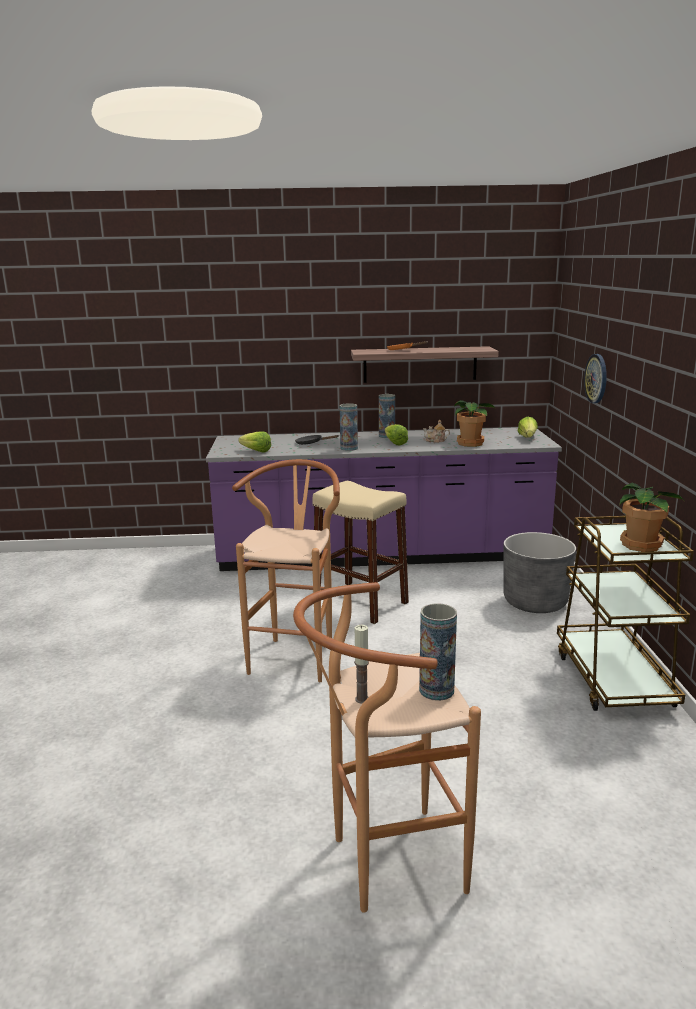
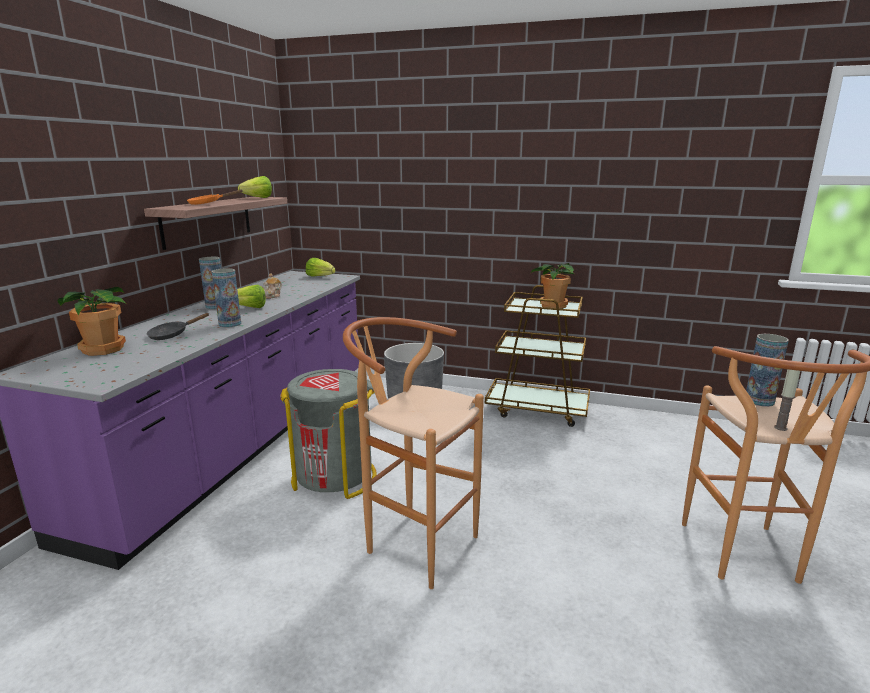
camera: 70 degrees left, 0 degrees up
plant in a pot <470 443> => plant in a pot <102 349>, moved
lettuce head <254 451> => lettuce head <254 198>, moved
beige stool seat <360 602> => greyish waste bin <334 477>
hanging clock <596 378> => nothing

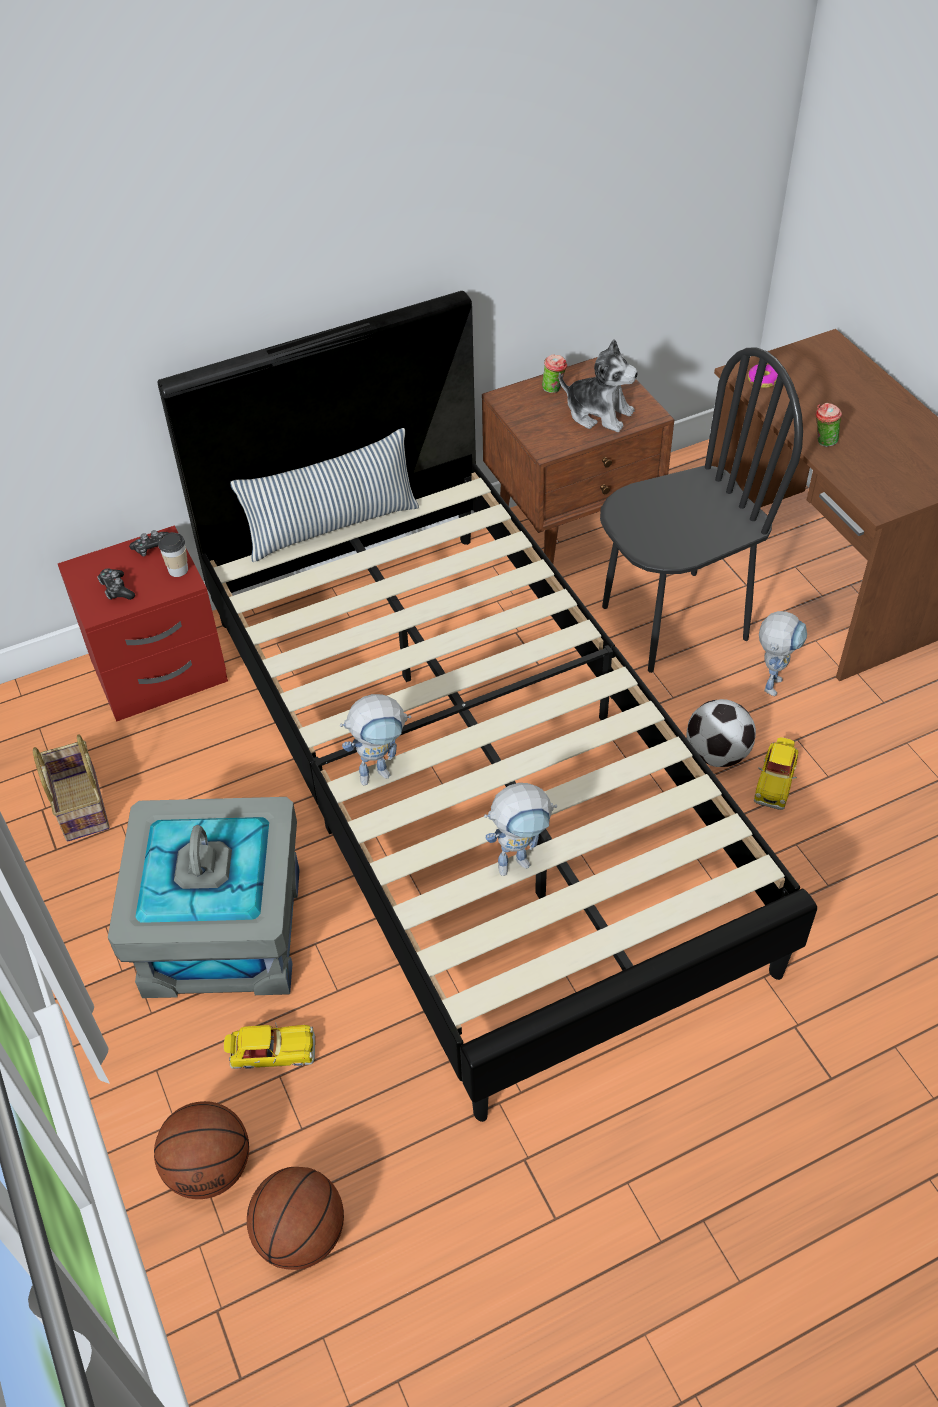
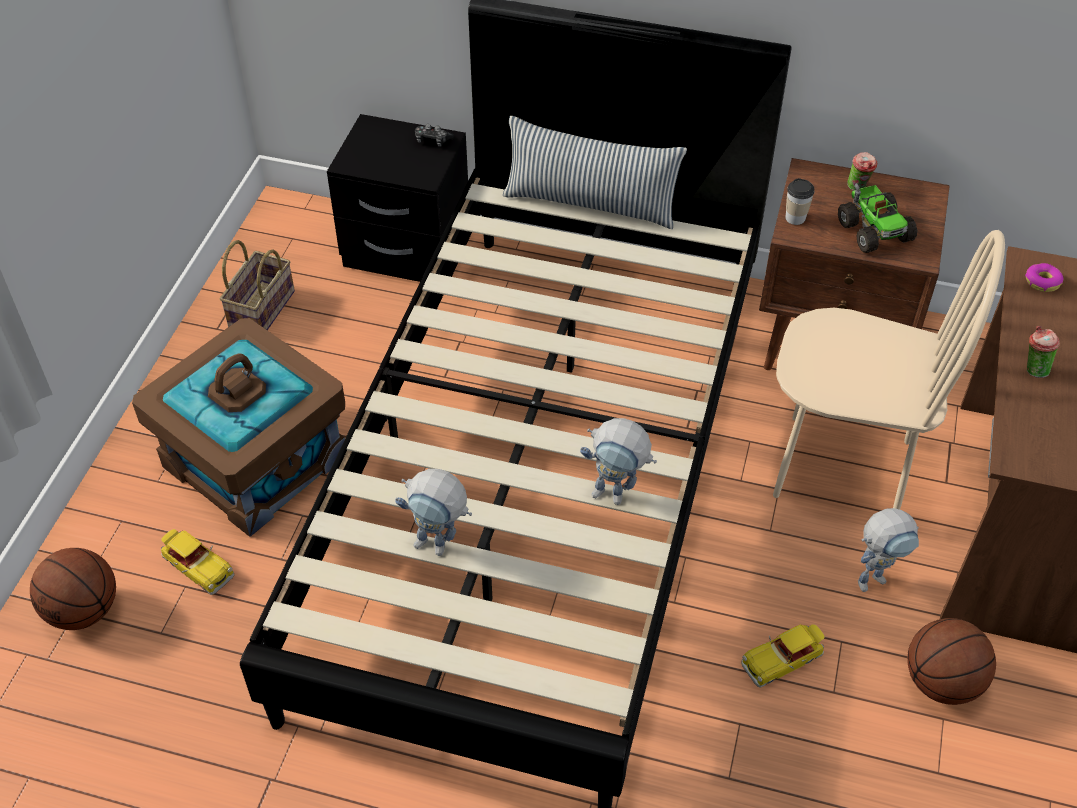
camera: 40 degrees right, 0 degrees up
greyish storage bin <222 931> => brownish storage bin <254 460>
reddish nightstand <160 673> => black nightstand <406 251>
model robot <381 771> => model robot <617 495>, moved
black chair <673 621> => beige chair <842 469>
cup <178 570> => cup <795 218>, moved
cuddly toy <599 413> => toy lorry <874 230>
ball for basketball <300 1235> => ball for basketball <941 682>, moved
gamepad <117 589> => nothing
football ball <717 754> => nothing

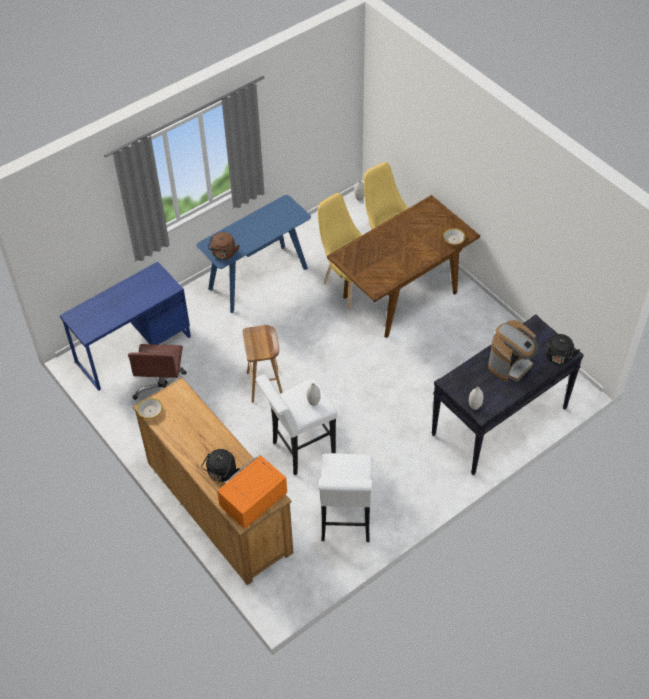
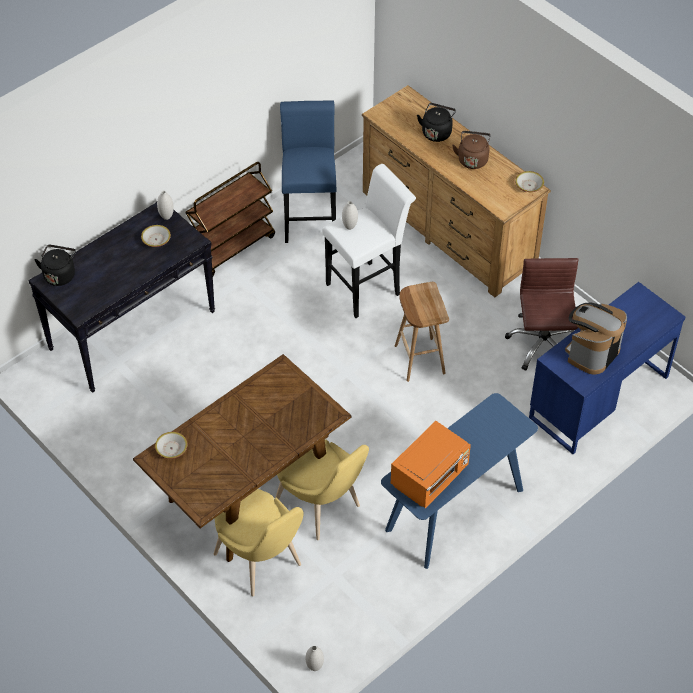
camera: 175 degrees right, 0 degrees up
nothing => deep dish <156 239>
nothing => brownish trolley <232 246>
whitish stool seat <345 524> => bluish stool seat <310 219>
orange-coloured kitchen microwave <252 502> => orange-coloured kitchen microwave <430 477>, moved
brownish kettle <223 254> => brownish kettle <472 159>, moved
coffee maker <511 364> => coffee maker <591 352>, moved

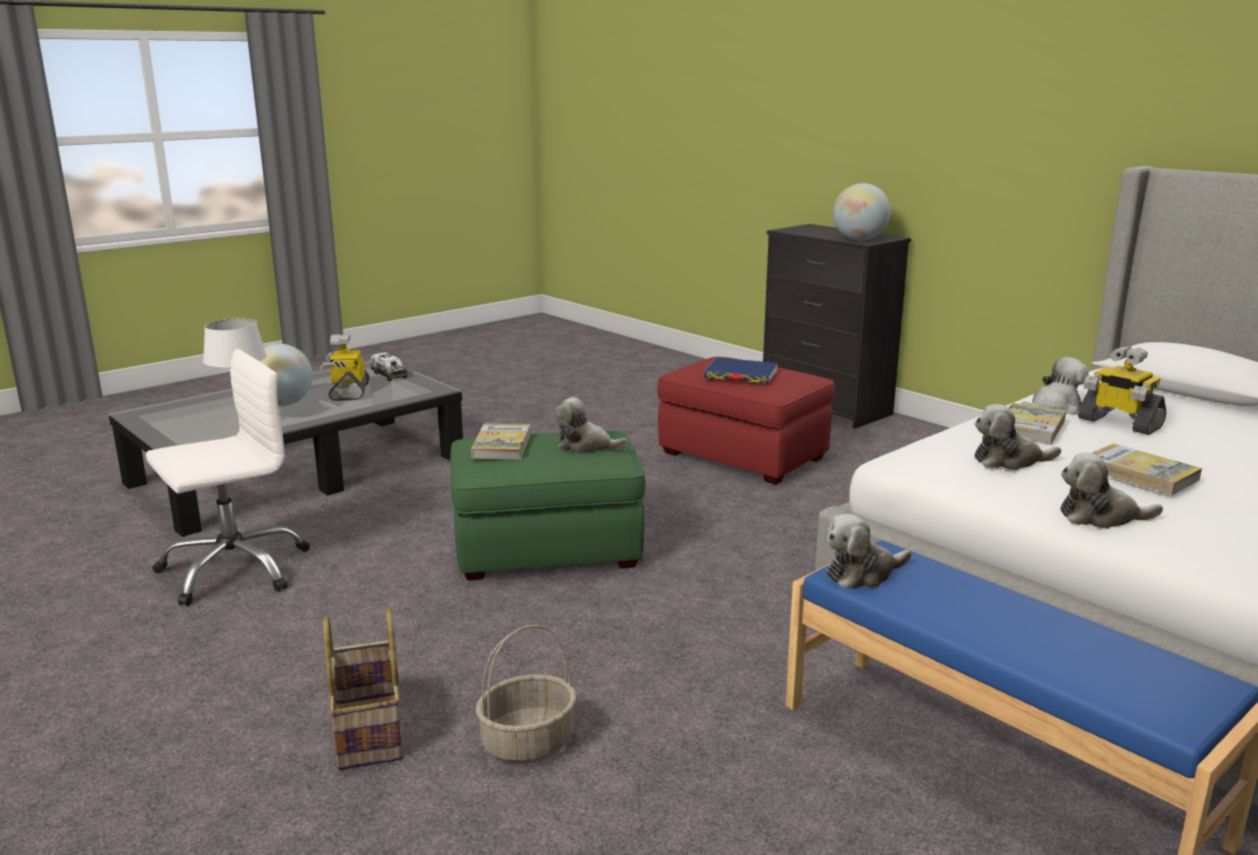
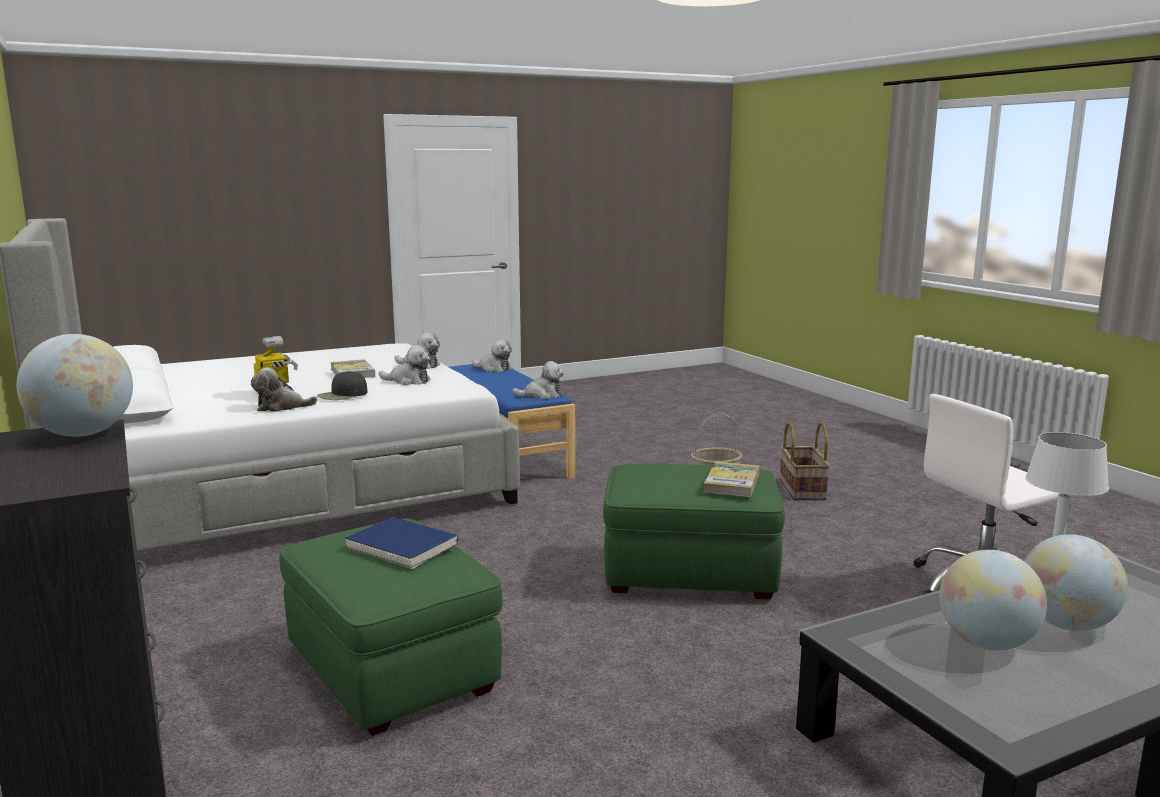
camera: 165 degrees left, 5 degrees down
reddish ottoman <743 456> => greenish ottoman <391 669>
bound book <1030 427> => black baseball cap <342 395>
cuddly toy <586 446> => cuddly toy <494 368>, moved
model robot <348 392> => desk globe <986 643>
toy lorry <389 375> => nothing

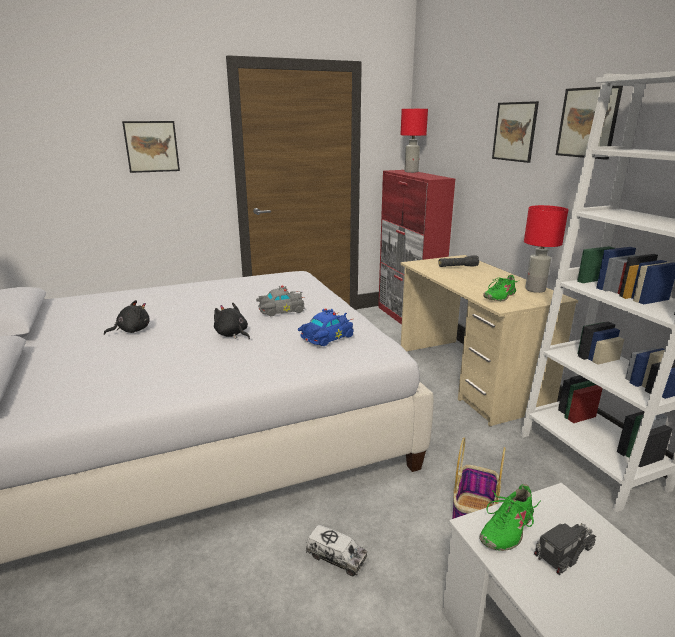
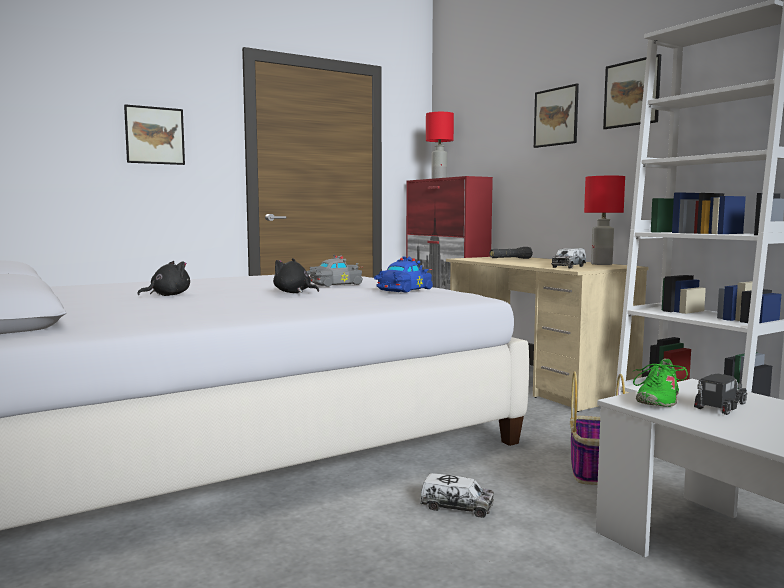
camera: 10 degrees left, 15 degrees down
greenish low shoe <499 296> => toy lorry <568 266>

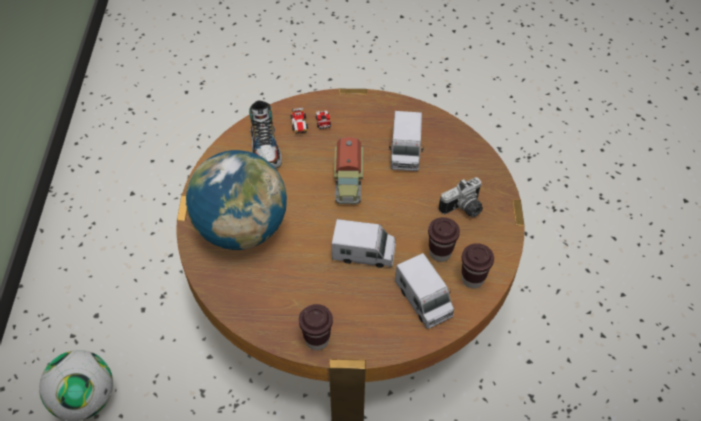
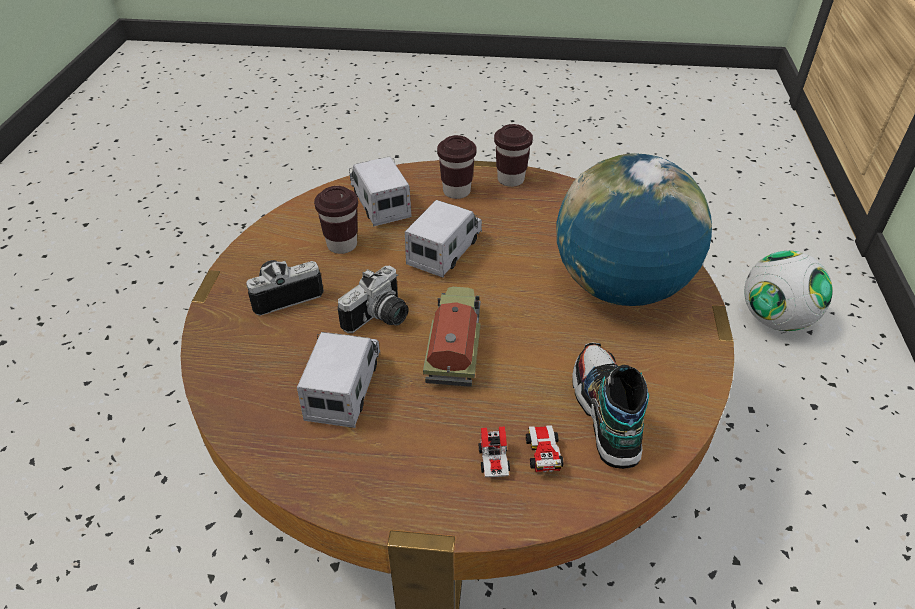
camera: 175 degrees left, 10 degrees down
nothing => photo camera <380 319>
toy lorry <363 253> => toy lorry <445 250>, 105 degrees clockwise
brownish cup <472 279> => brownish cup <456 191>, moved

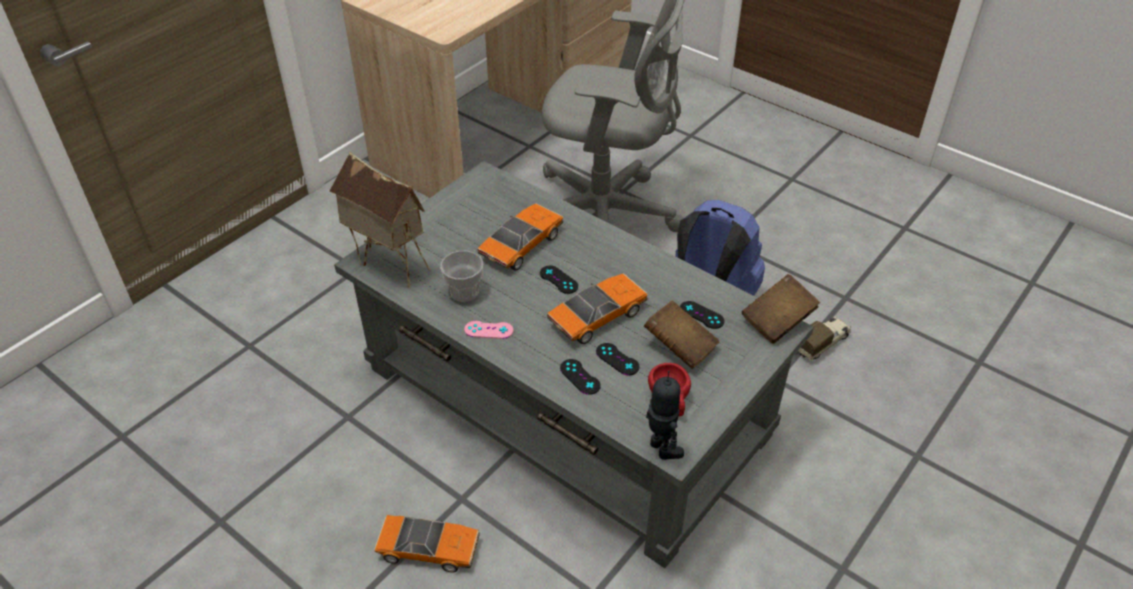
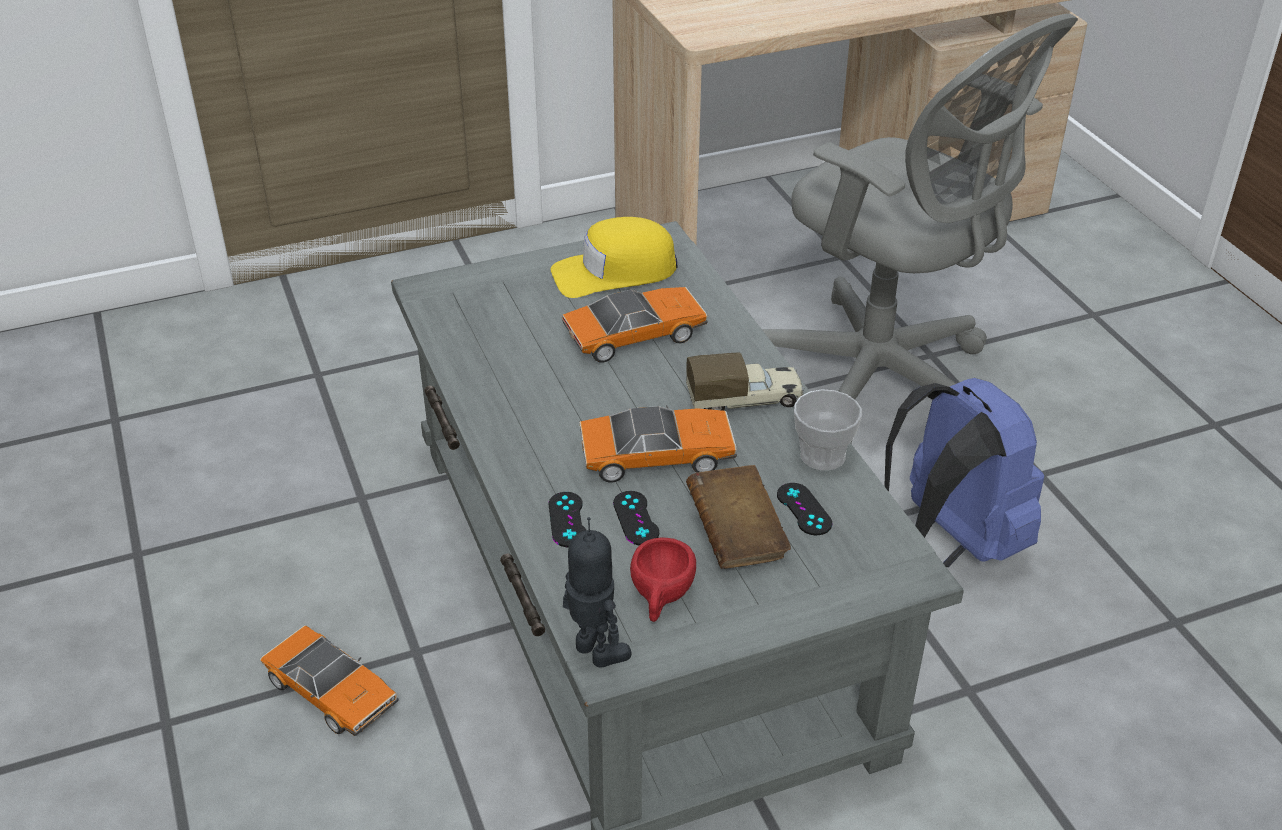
camera: 30 degrees right, 5 degrees down
nothing => yellow-coloured baseball cap <614 272>
model robot <661 448> => model robot <595 652>, 45 degrees counterclockwise
toy lorry <821 343> => toy lorry <745 400>, moved
cup <464 292> => cup <823 456>, moved
model house <388 266> => nothing
pink-coloured gamepad <488 330> => nothing
black gamepad <558 280> => nothing
brownish bound book <778 321> => nothing

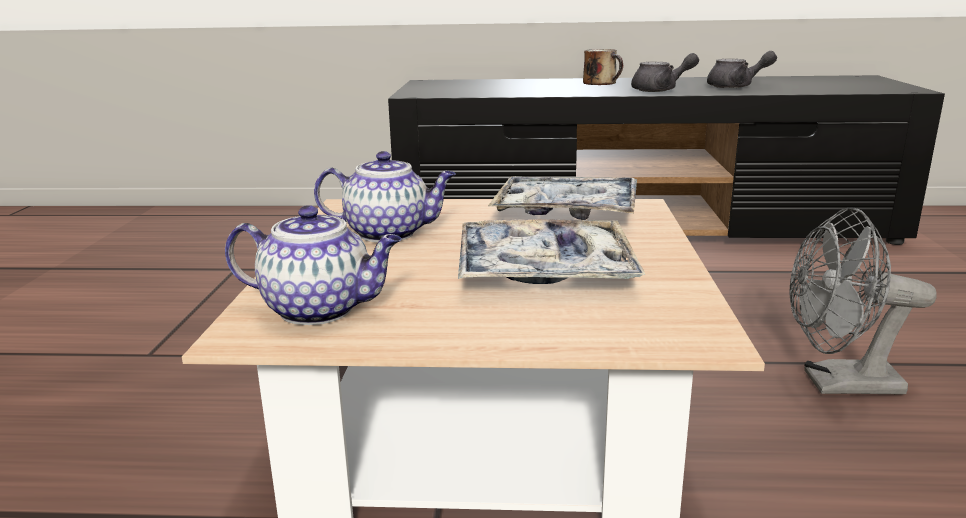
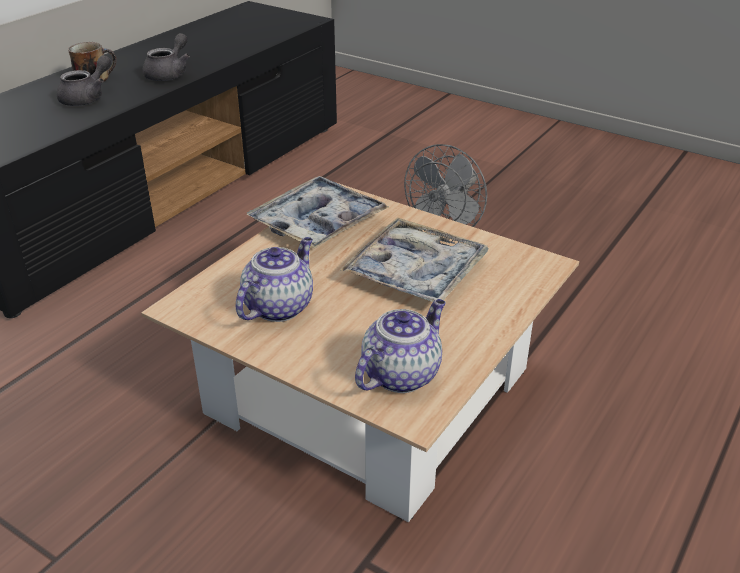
camera: 60 degrees left, 15 degrees up
greyish teapot <736 86> => greyish teapot <87 98>, moved

